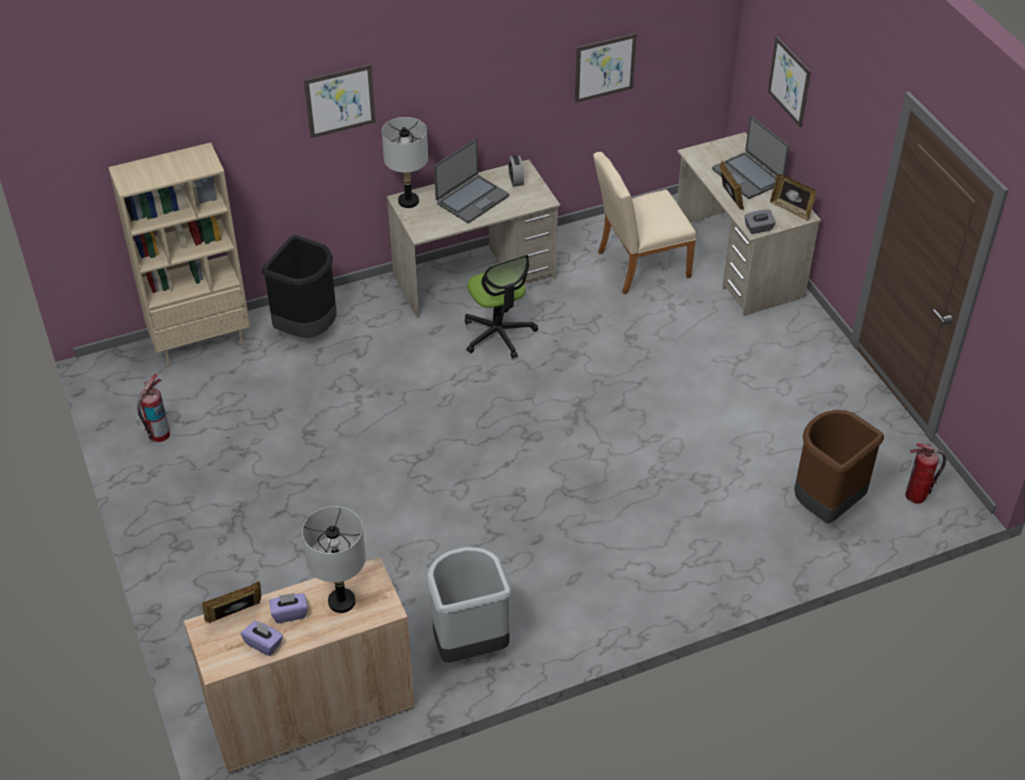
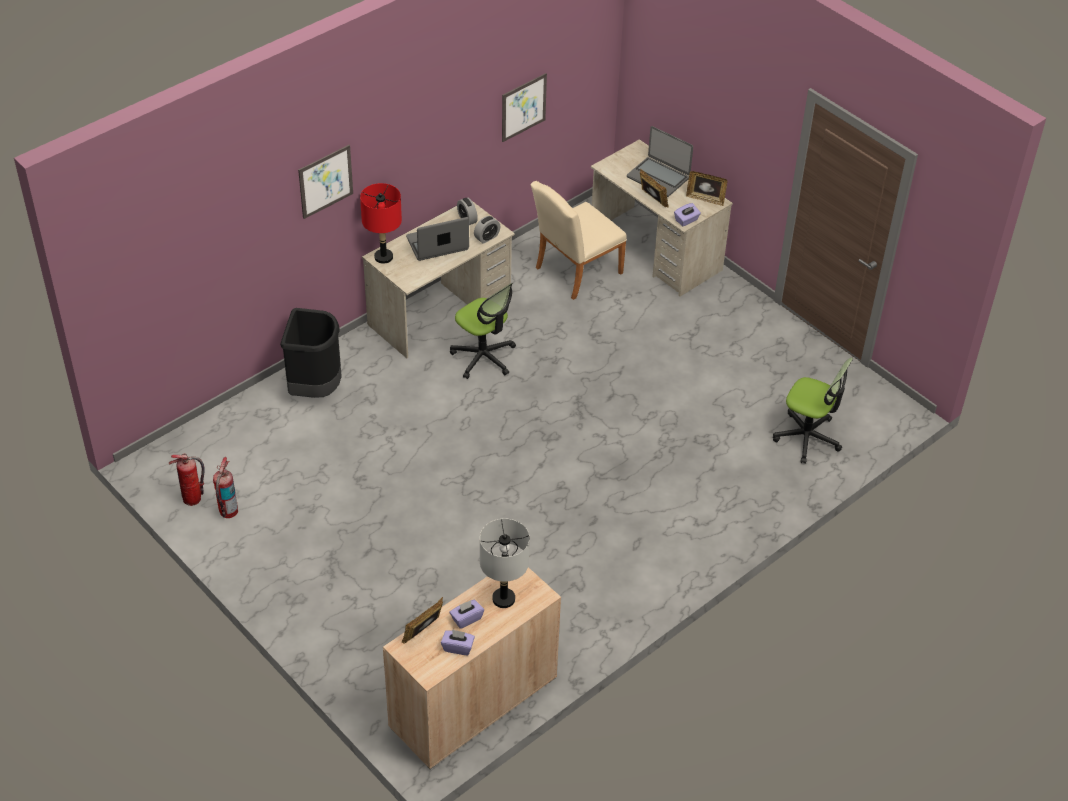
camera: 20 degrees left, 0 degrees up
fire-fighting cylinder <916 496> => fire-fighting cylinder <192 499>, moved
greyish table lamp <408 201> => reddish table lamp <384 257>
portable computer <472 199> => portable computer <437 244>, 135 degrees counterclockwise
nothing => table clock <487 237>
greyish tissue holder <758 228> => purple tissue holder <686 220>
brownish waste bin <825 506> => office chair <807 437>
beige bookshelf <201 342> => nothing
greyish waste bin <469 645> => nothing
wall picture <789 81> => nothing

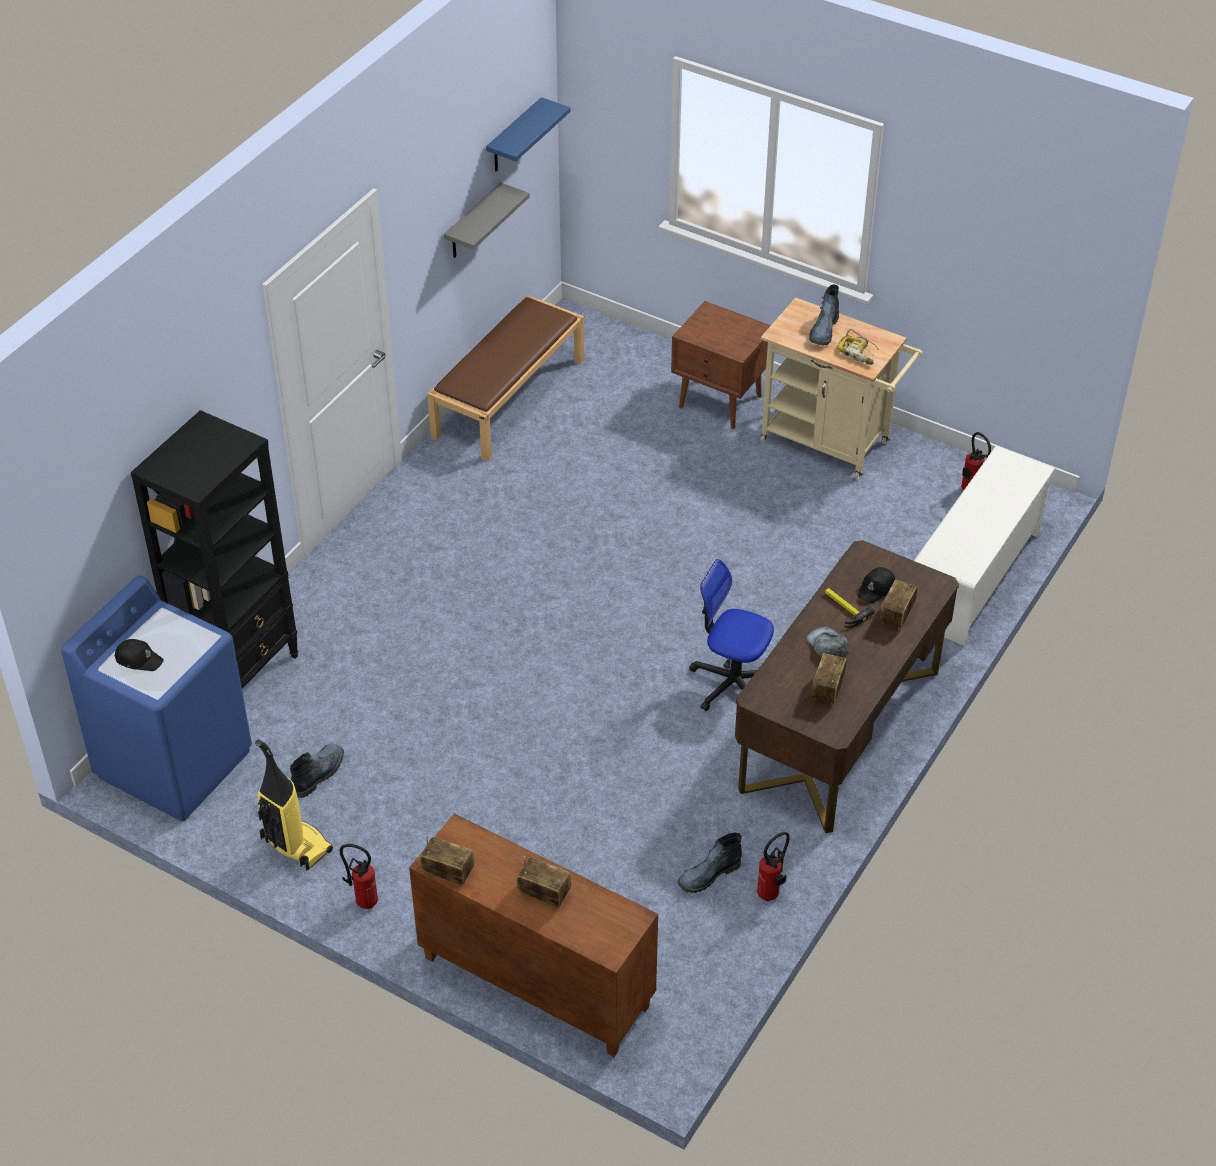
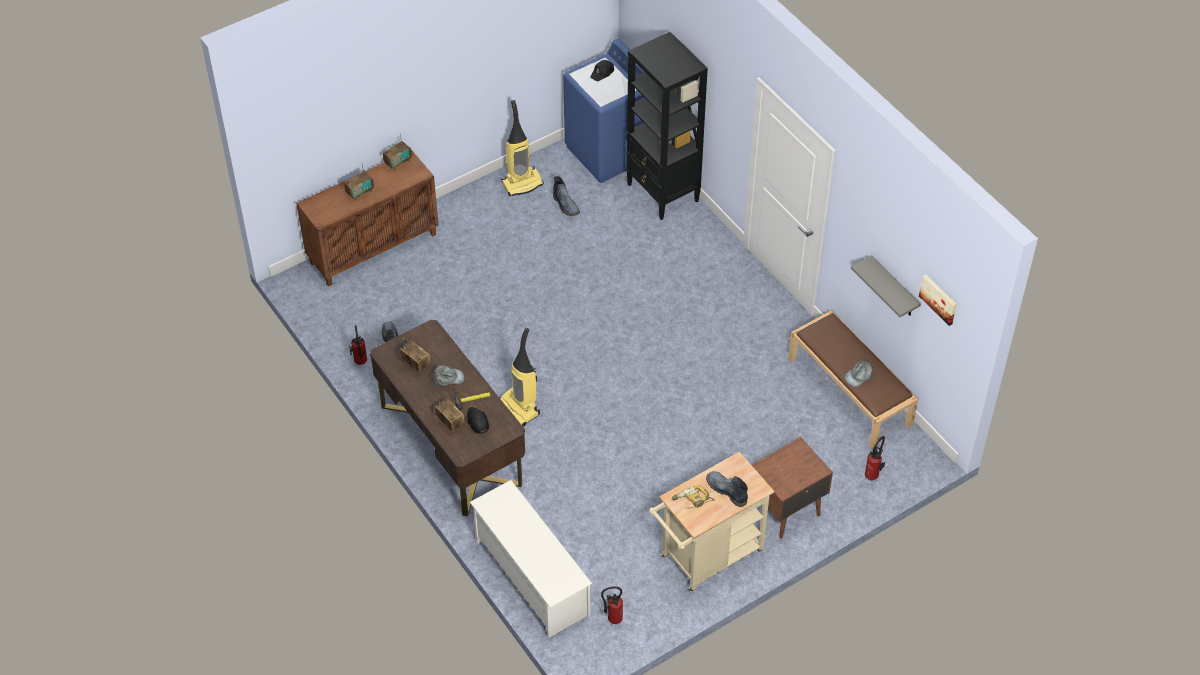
camera: 115 degrees right, 5 degrees up
office chair <732 683> => hoover <519 408>
nothing => greyish baseball cap <859 375>
fire-fighting cylinder <364 900> => fire-fighting cylinder <873 475>, moved
bluish bracket shelf <514 137> => wall picture <939 299>

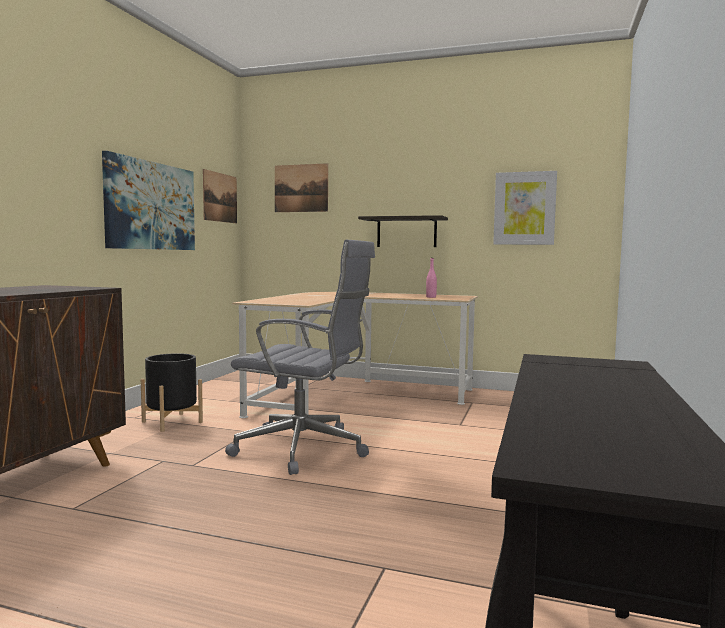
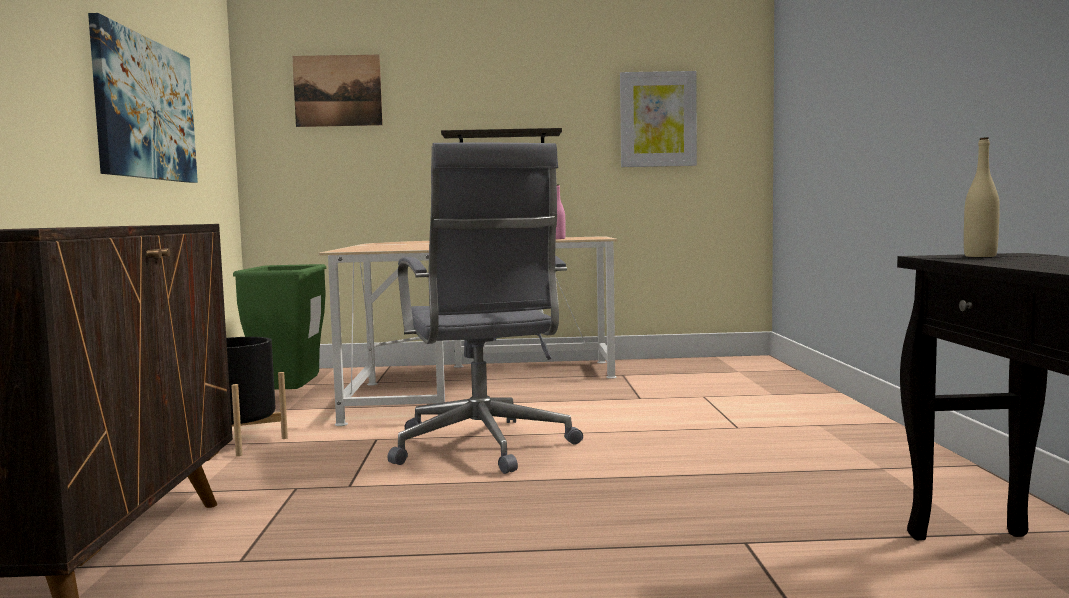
camera: 20 degrees left, 0 degrees up
nothing => greenish waste bin <289 403>
greyish office chair <304 449> => greyish office chair <482 447>, 75 degrees clockwise
nothing => beige beverage bottle <980 256>
wall picture <220 197> => nothing

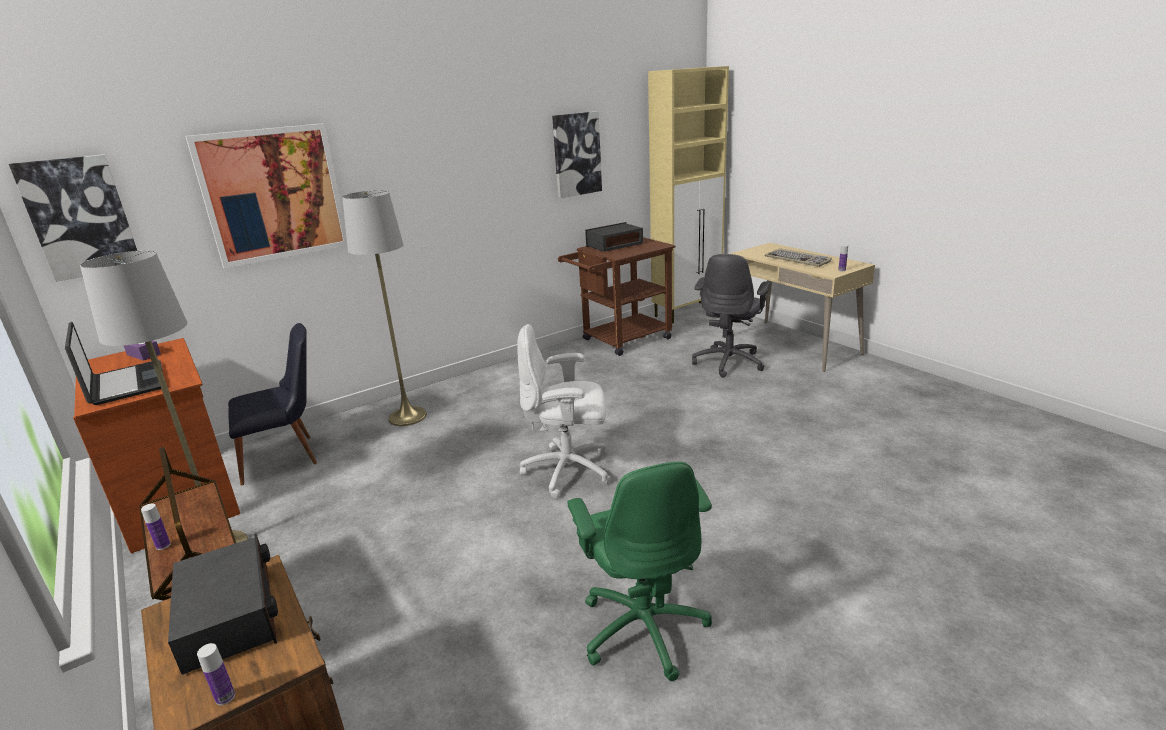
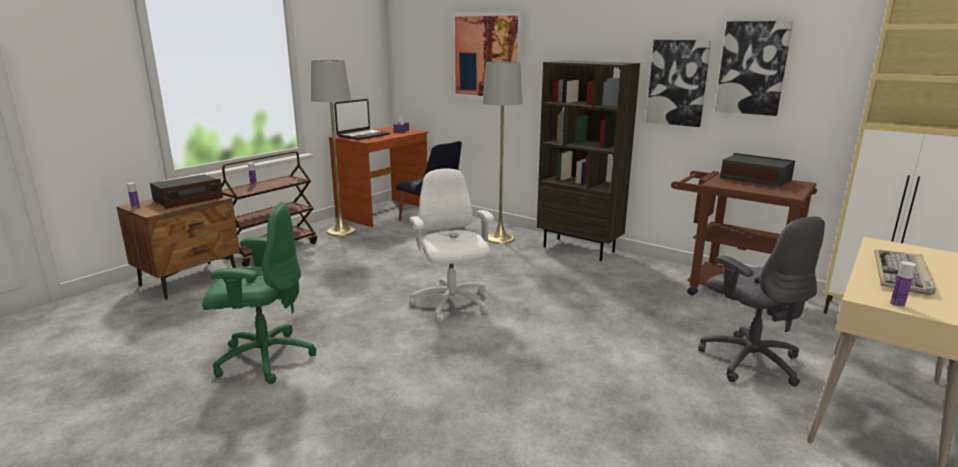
camera: 70 degrees right, 5 degrees down
greenish office chair <643 627> => greenish office chair <264 358>, 150 degrees counterclockwise
nothing => brownish bookshelf <579 249>
wall picture <80 217> => wall picture <677 82>, moved
greyish office chair <729 362> => greyish office chair <749 360>, 120 degrees counterclockwise

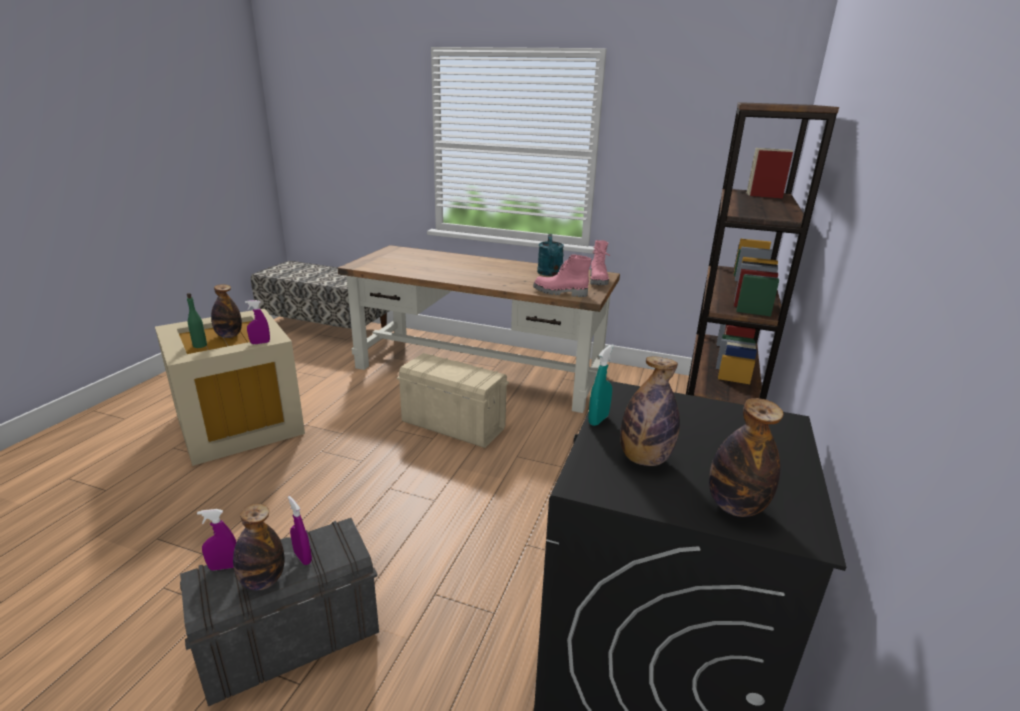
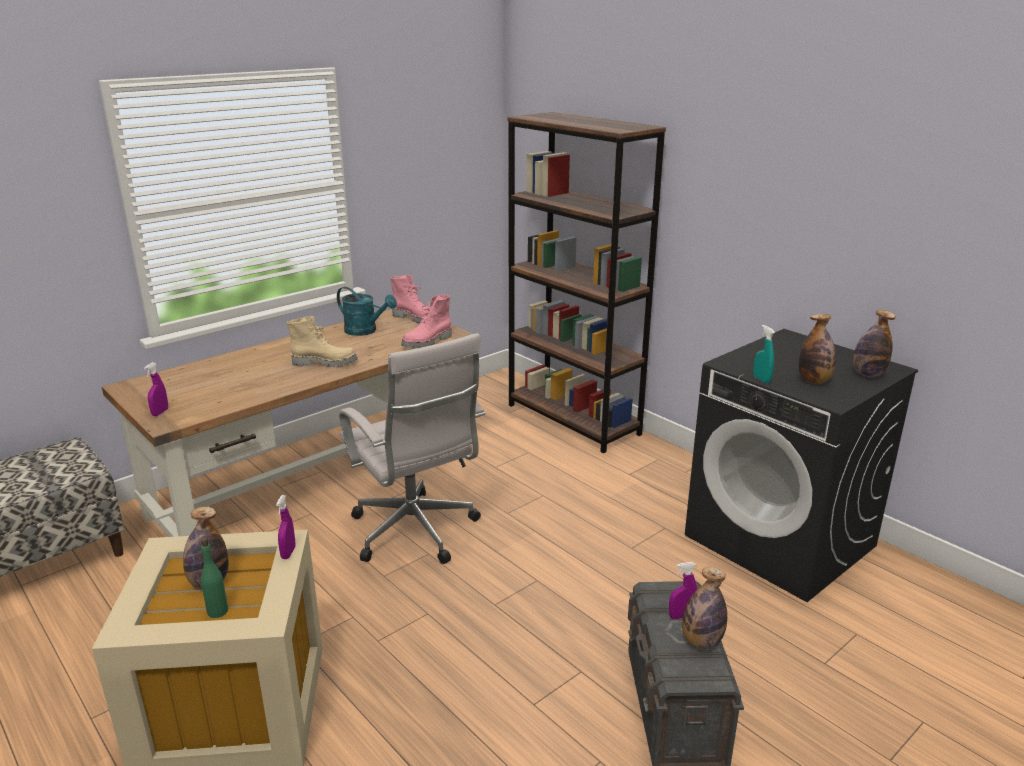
camera: 60 degrees left, 0 degrees up
purple hand sprayer <224 567> => purple hand sprayer <160 412>, moved
nothing => beige boot <325 363>
beige storage bin <453 425> => whitish office chair <416 533>

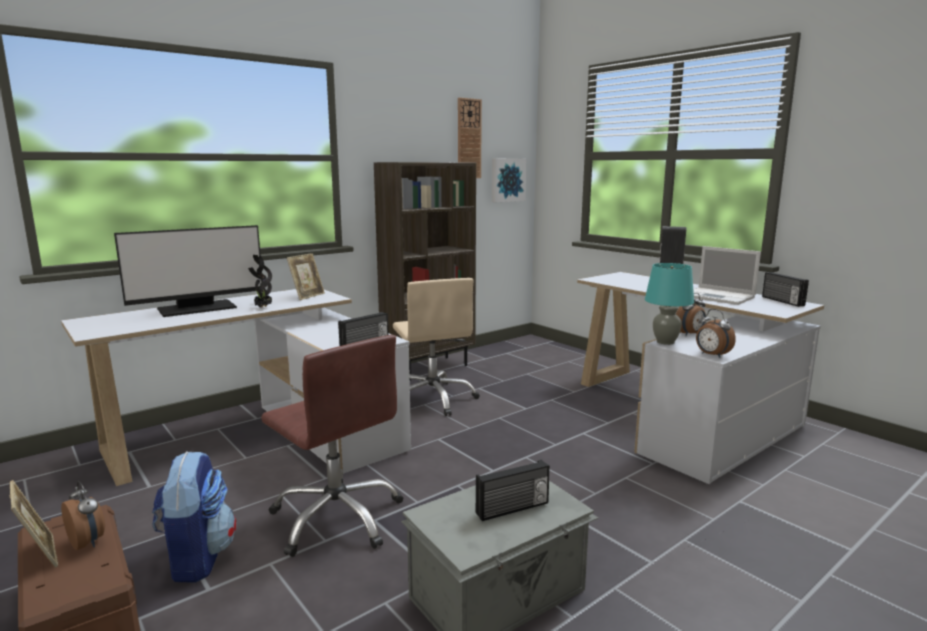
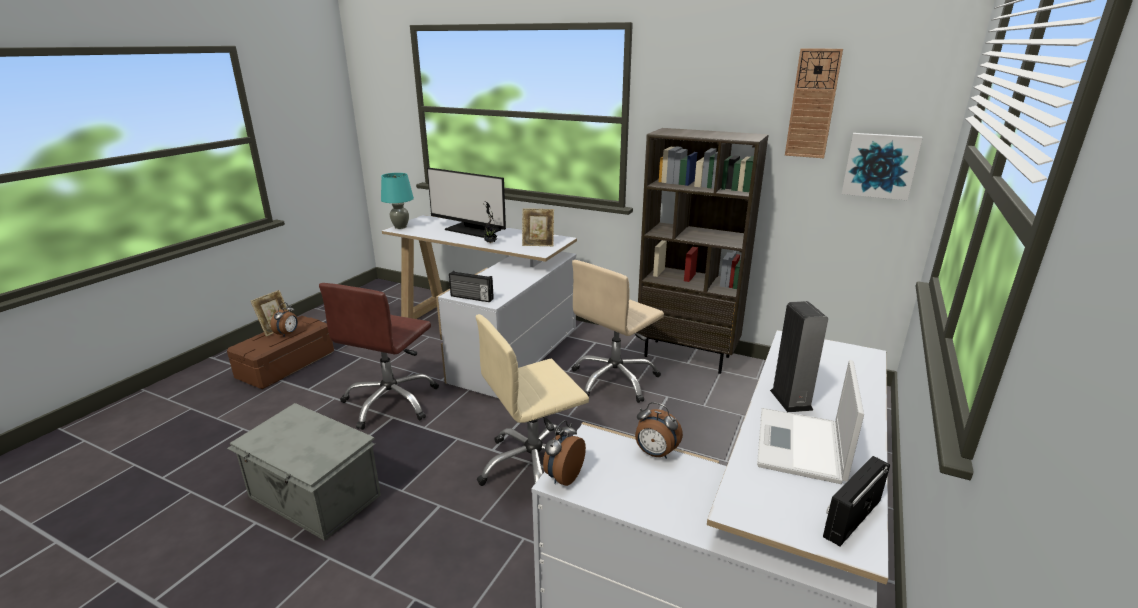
camera: 65 degrees right, 10 degrees up
blue-green table lamp <665 342> => blue-green table lamp <401 227>, moved
nothing => beige office chair <534 466>
rucksack <197 558> => nothing
radio set <513 509> => nothing

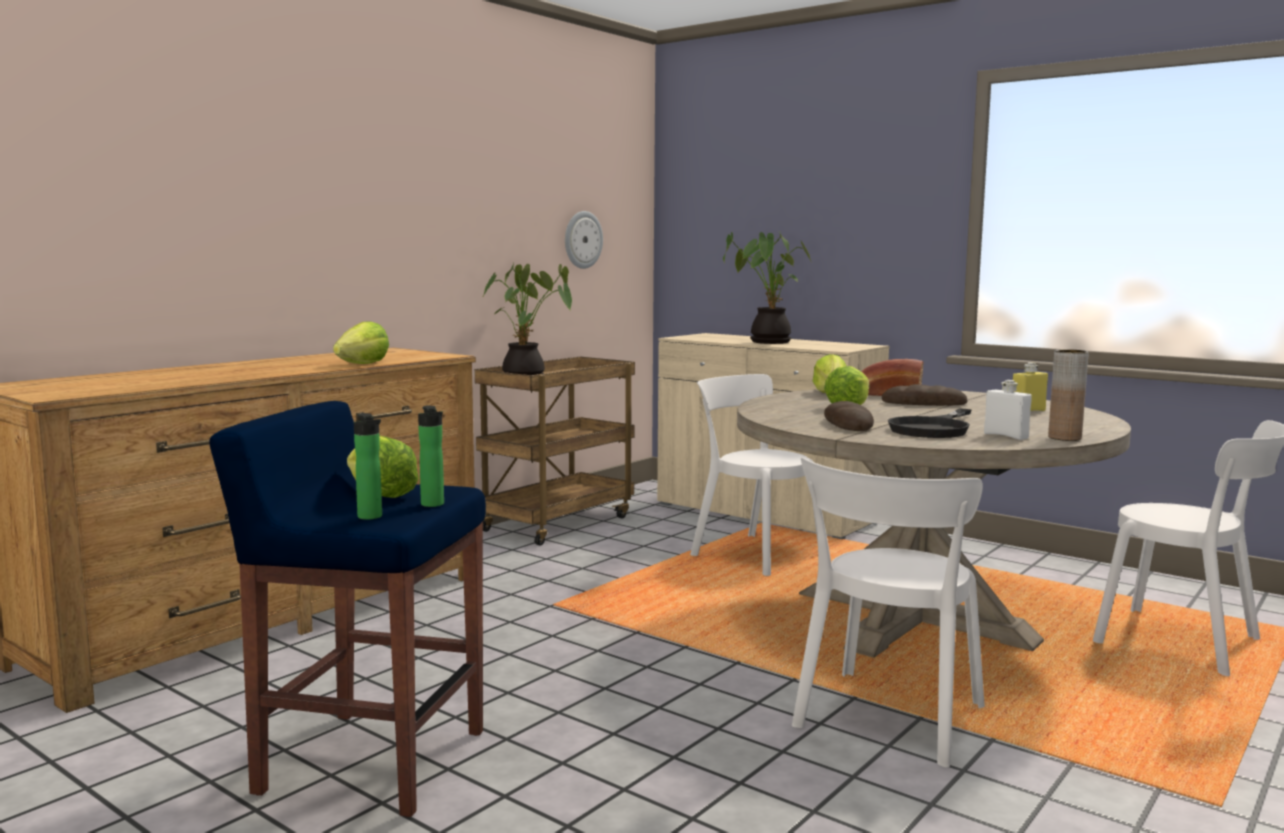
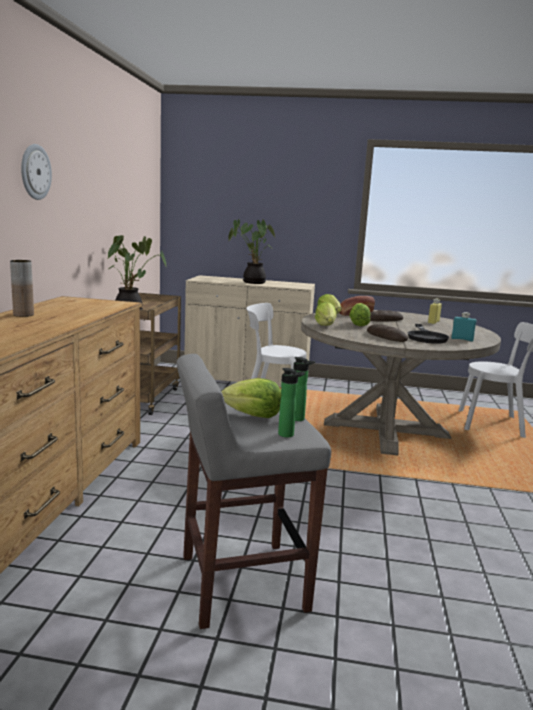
camera: 30 degrees left, 5 degrees up
brownish decorative vase <1064 438> => brownish decorative vase <23 315>, moved
hanging clock <582 240> => hanging clock <35 172>, moved
bluish stool seat <369 761> => greyish stool seat <240 583>
lettuce head <363 364> => lettuce head <325 325>, moved
whitish beverage bottle <1006 436> => blue-green beverage bottle <462 339>
whitish chair <887 720> => nothing

